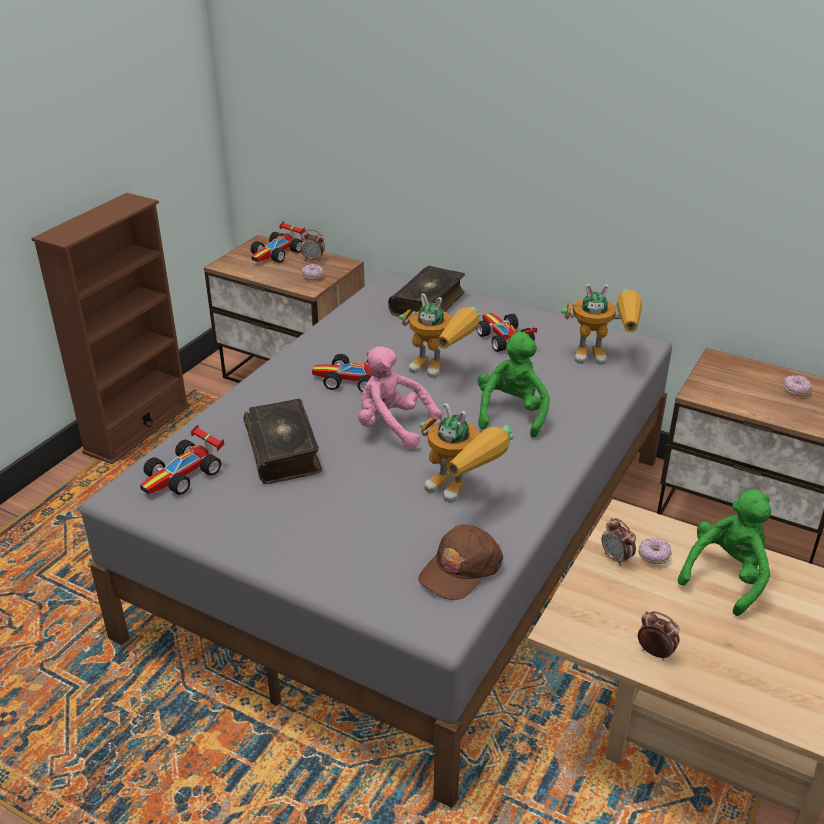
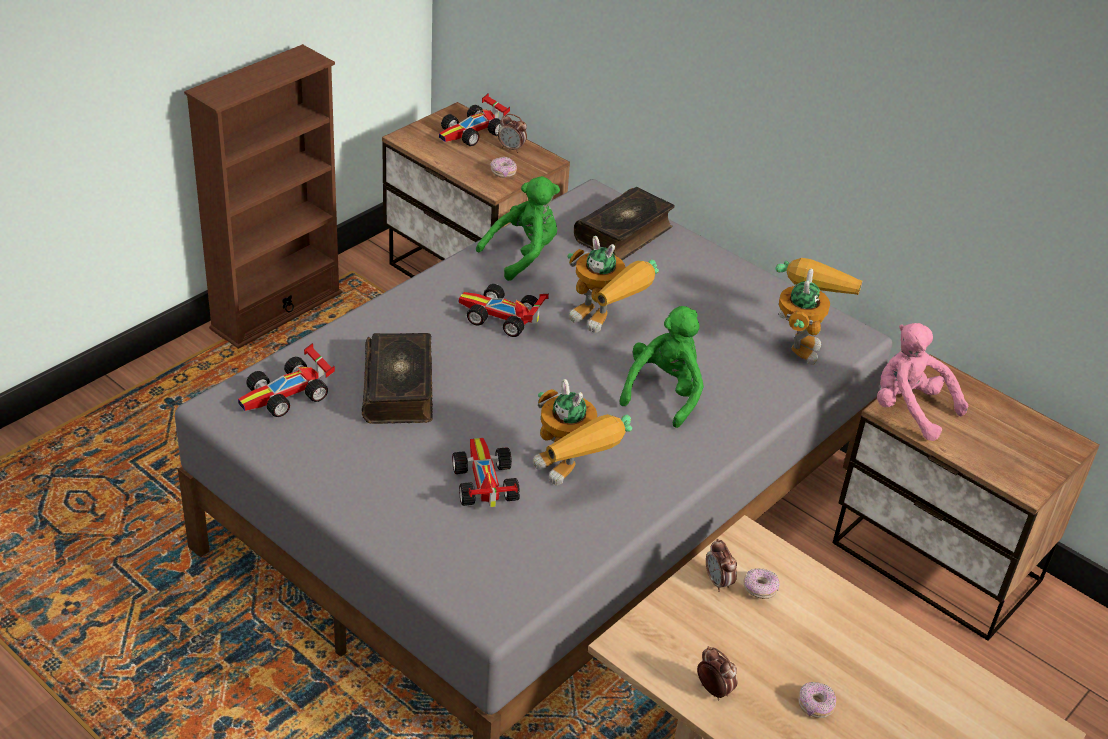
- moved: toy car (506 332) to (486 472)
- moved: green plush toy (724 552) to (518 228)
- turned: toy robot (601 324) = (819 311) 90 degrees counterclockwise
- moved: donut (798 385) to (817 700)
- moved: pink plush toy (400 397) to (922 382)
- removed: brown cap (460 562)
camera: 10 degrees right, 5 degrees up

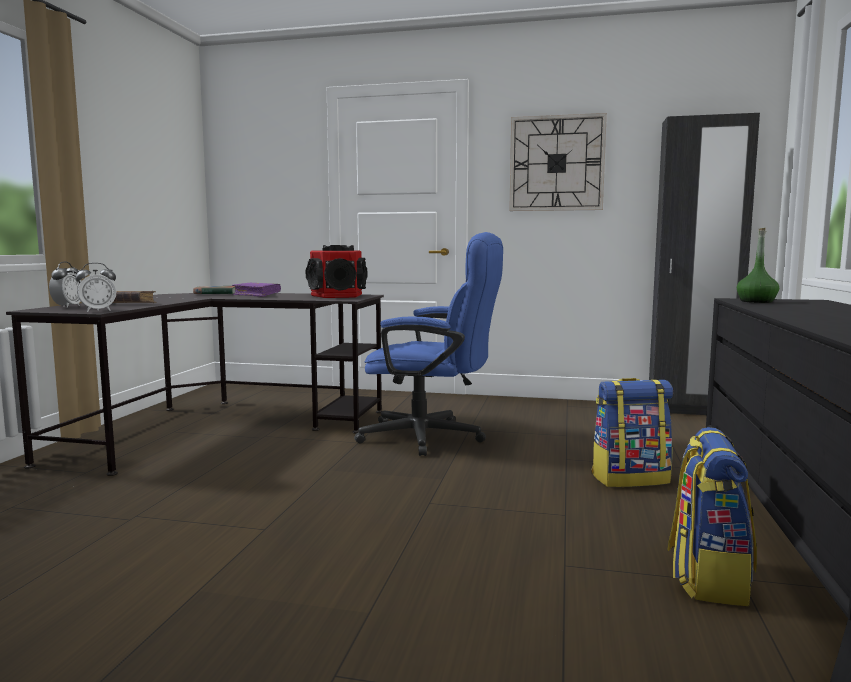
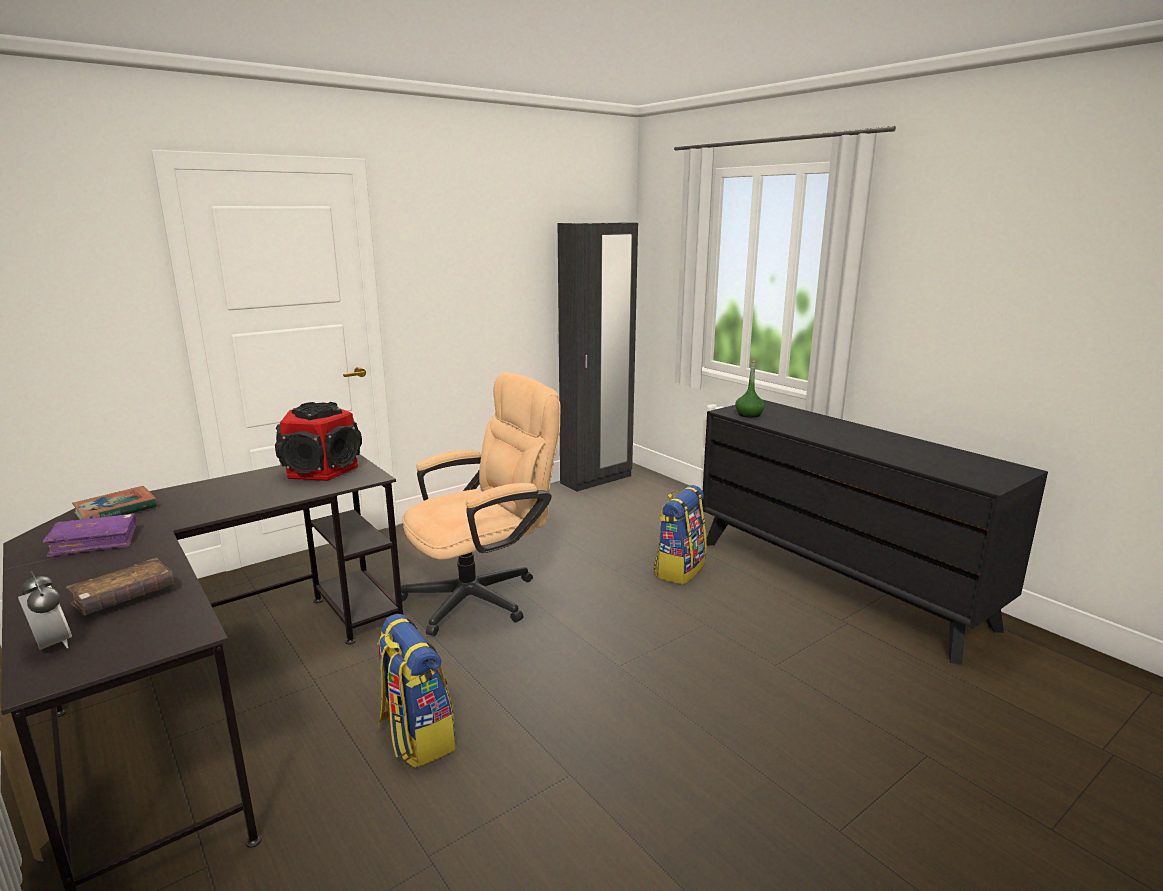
- moved: purple book (256 290) to (90 535)
- moved: backpack (712 516) to (416 691)
- recoloured: blue office chair (428 344) to beige office chair (480 504)
- removed: alarm clock (95 287)
- removed: wall clock (558 162)
camera: 50 degrees left, 10 degrees up

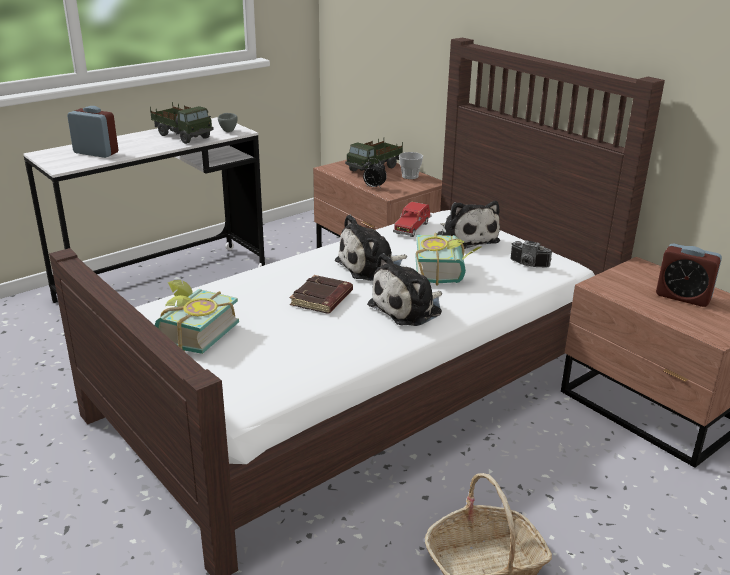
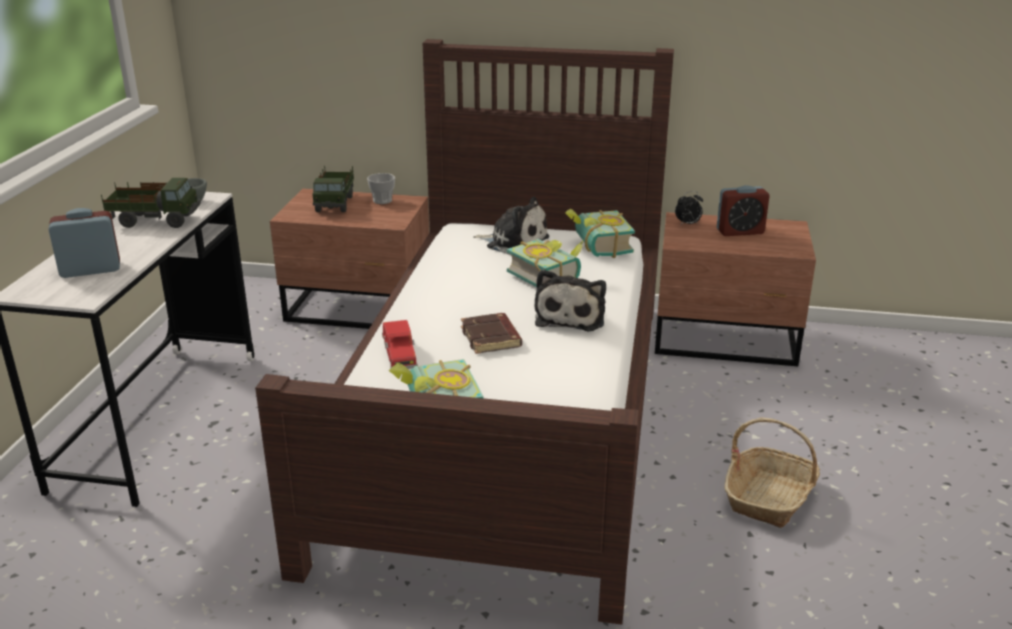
- moved: red toy car (412 219) to (400 344)
- replaced: photo camera (531 254) to book (600 233)
- moved: alarm clock (375 173) to (689 208)
- removed: plush toy (371 248)
camera: 40 degrees left, 0 degrees up

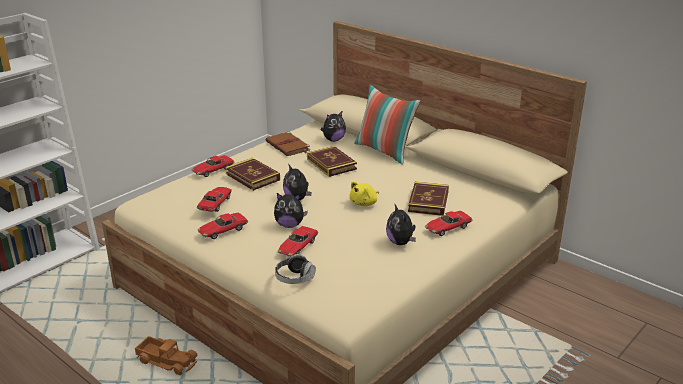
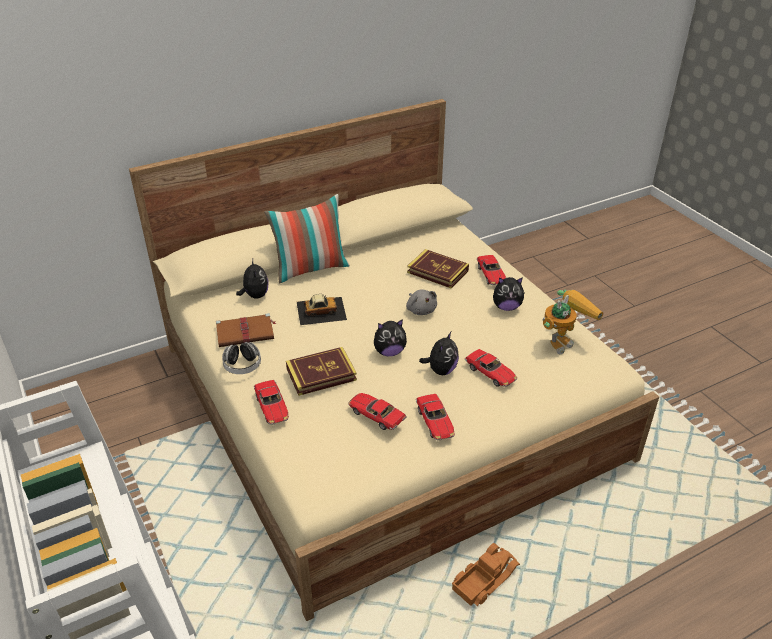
- moved: headphones (295 269) to (241 358)
- replaced: book (332 161) to toy car (322 309)
- recoloured: yellow plush toy (364 194) to grey plush toy (421 302)
- added: toy robot (572 321)
camera: 70 degrees left, 10 degrees up

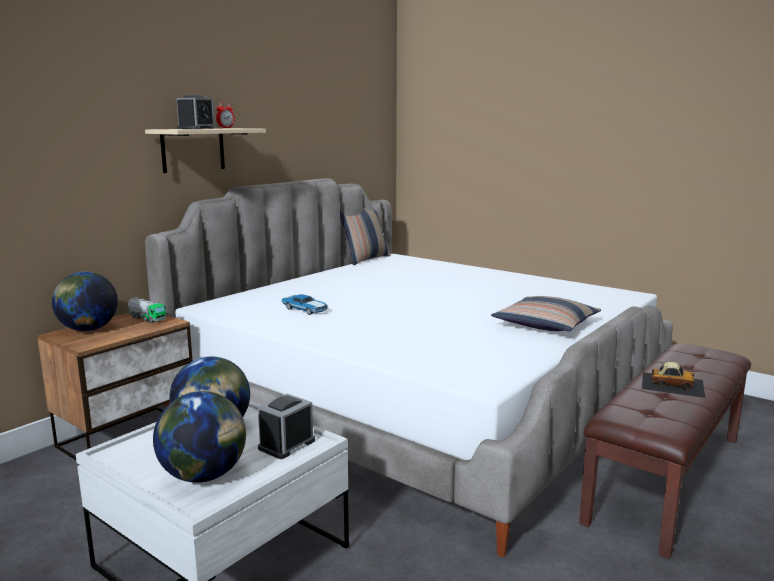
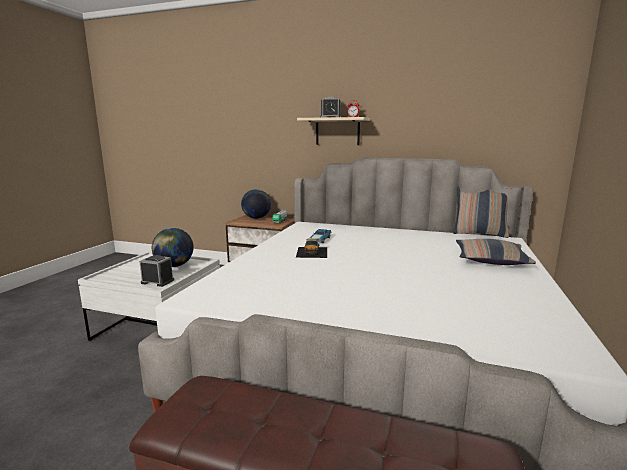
- moved: toy car (673 380) to (311 248)
- moved: pillow (546 314) to (496 252)
- removed: globe (199 437)
camera: 70 degrees right, 0 degrees up

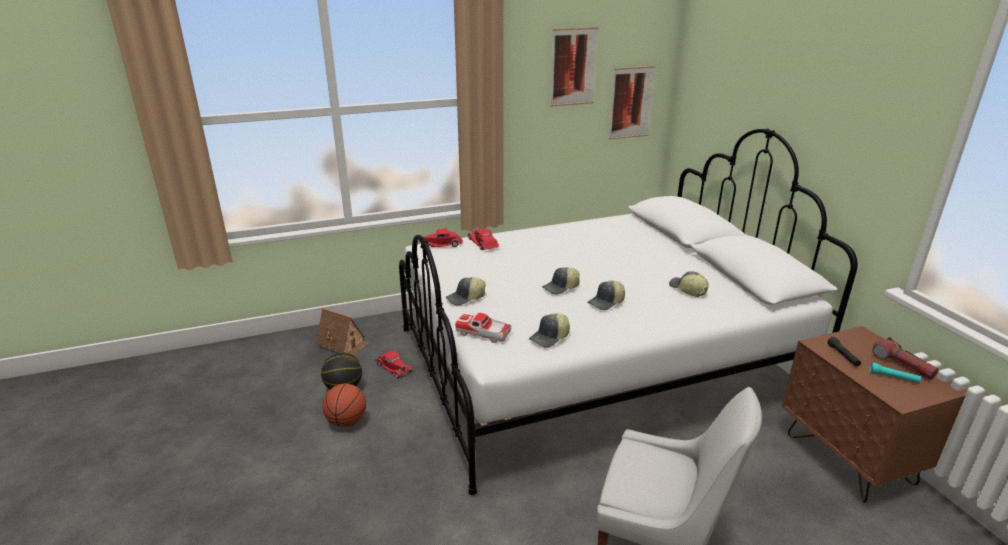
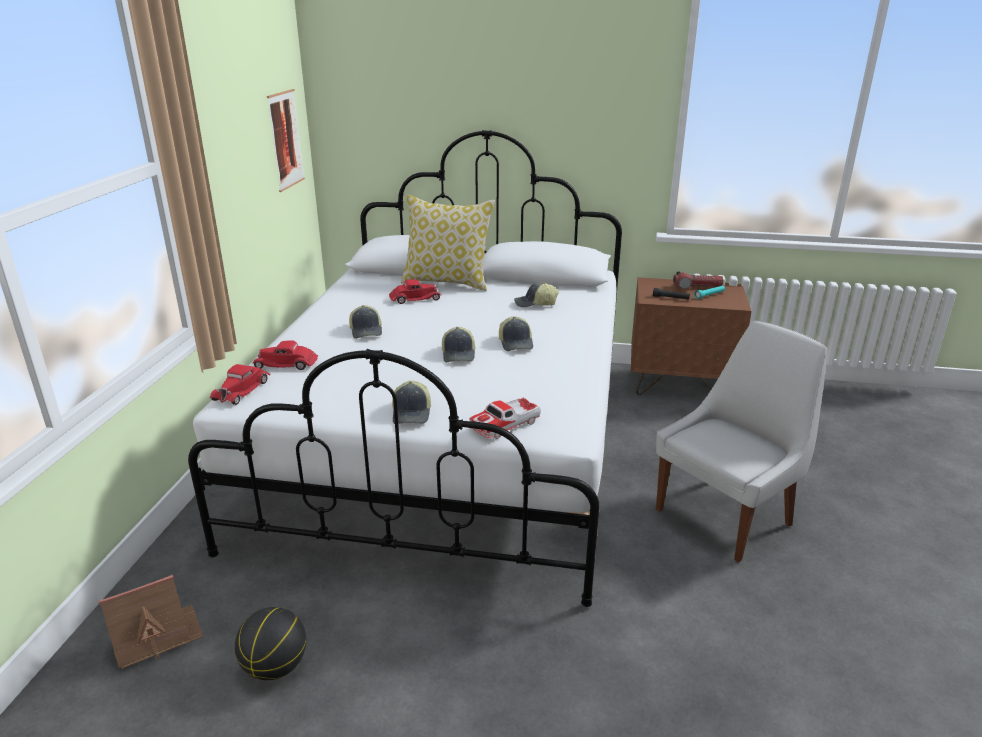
- moved: cap (549 330) to (365 322)
- moved: red toy car (394 364) to (415 291)
- added: pillow (448 243)
- removed: basketball (344 405)
- removed: picture (574 67)
camera: 60 degrees left, 0 degrees up

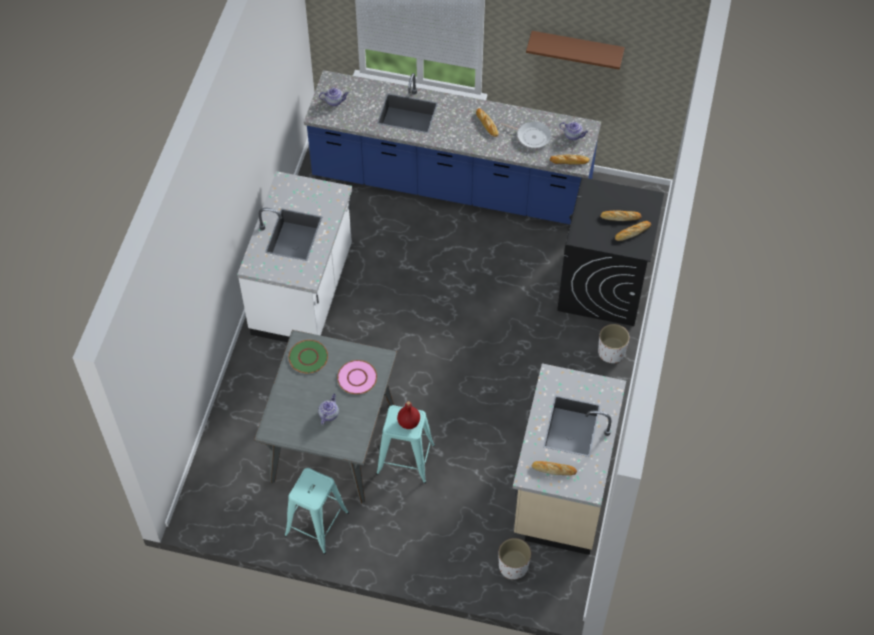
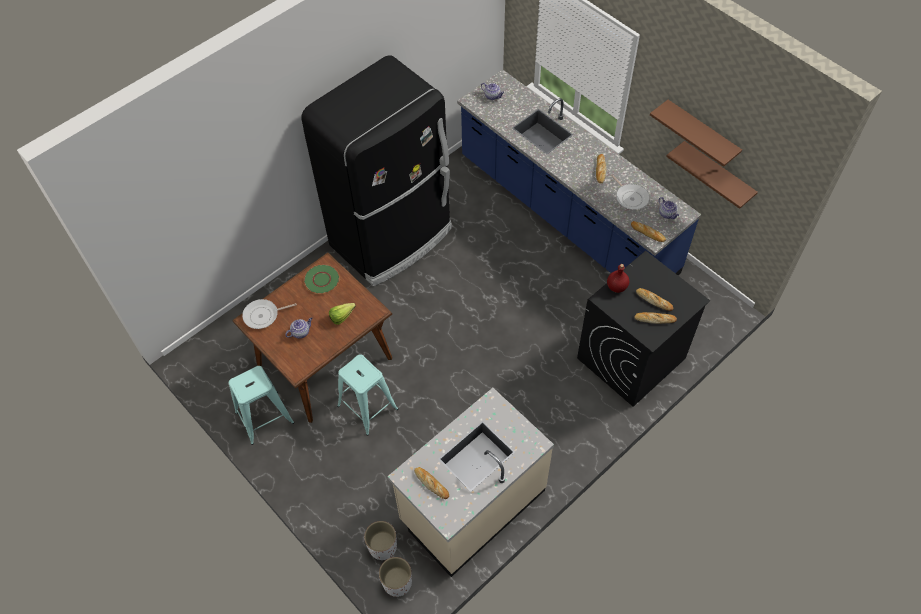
- recoloured: grey dining table (325 416) to brown dining table (312 338)
- added: frying pan (269 314)
- replaced: white counter (295 256) to black fridge (376 170)
- replaced: pink plate (357 377) to lettuce (342 314)
- moved: white planter (613 343) to (395 577)
- moved: red bottle (408 415) to (618 278)
- added: brown shelf (712 175)
camera: 35 degrees right, 0 degrees up

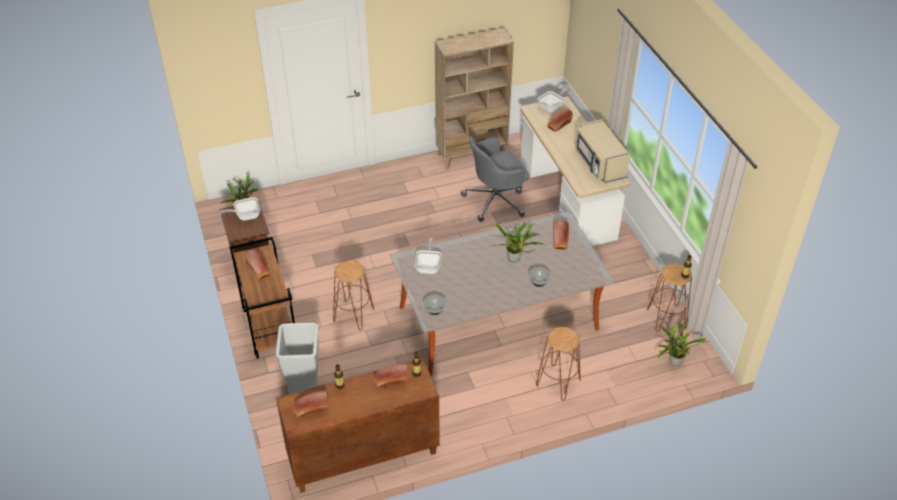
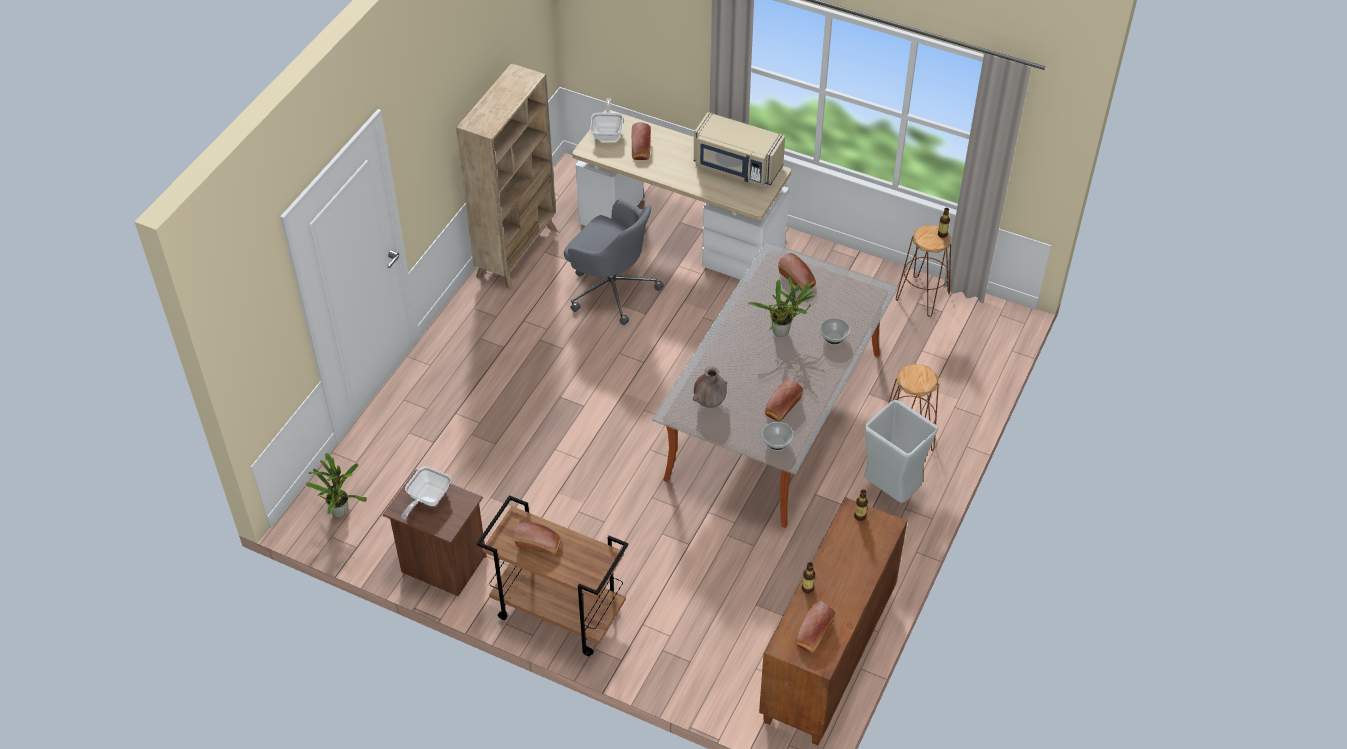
- turned: grey office chair (495 179) = (614 262) 75 degrees counterclockwise
- replaced: frying pan (428 256) to brown vase (710 387)
- moved: bread (391 376) to (784 400)
- moved: grey trash can (297 358) to (901 451)
- removed: brown stool (353 295)
- removed: potted plant (681 345)
camera: 45 degrees left, 5 degrees up

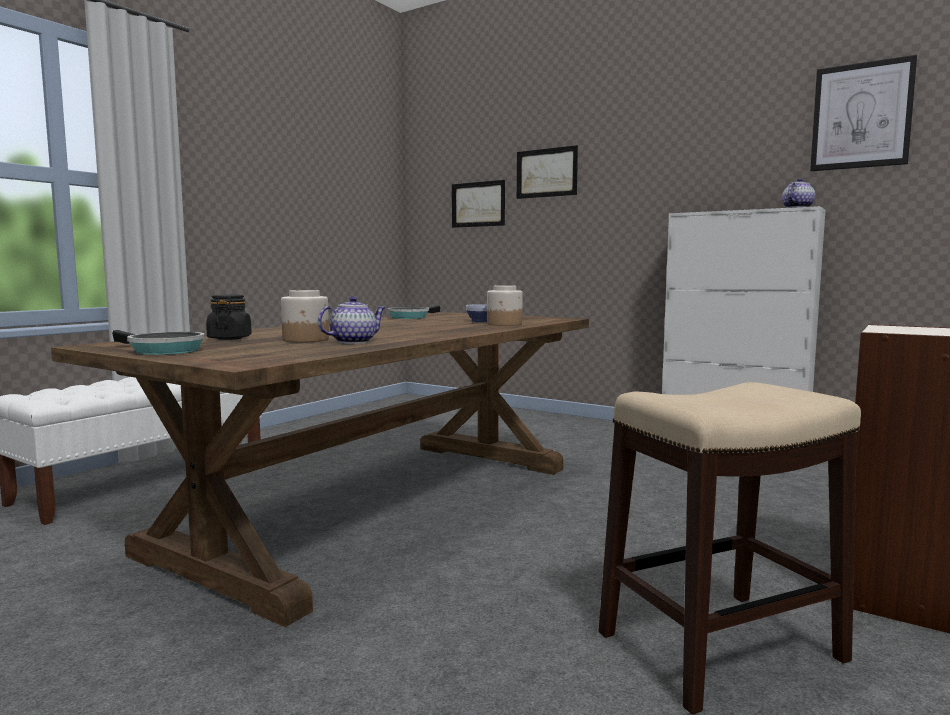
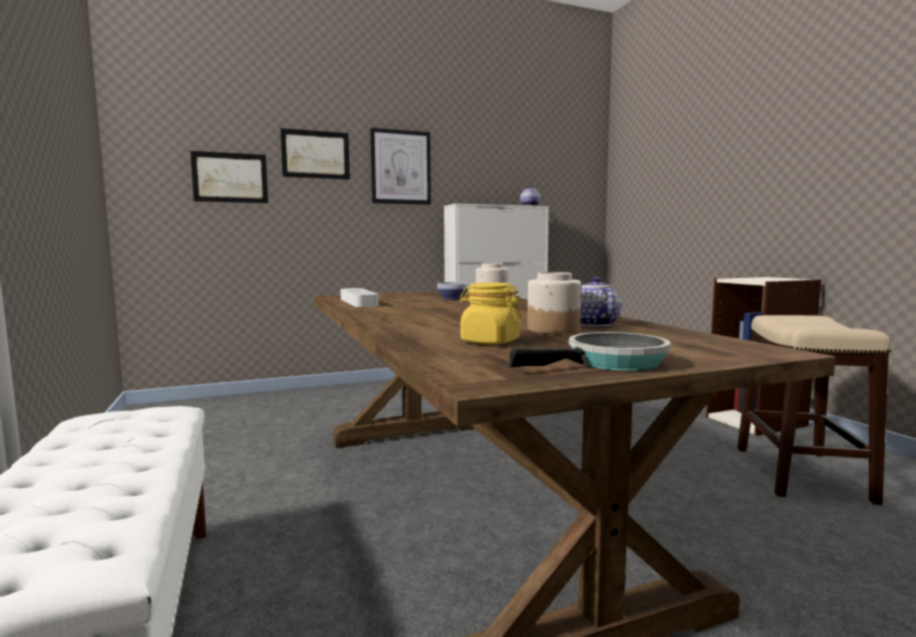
- replaced: frying pan (413 312) to grey tray (359 297)
- moved: picture (863 113) to (400 166)
- recoloured: black jar (229 317) to yellow jar (490 314)
camera: 55 degrees left, 0 degrees up

